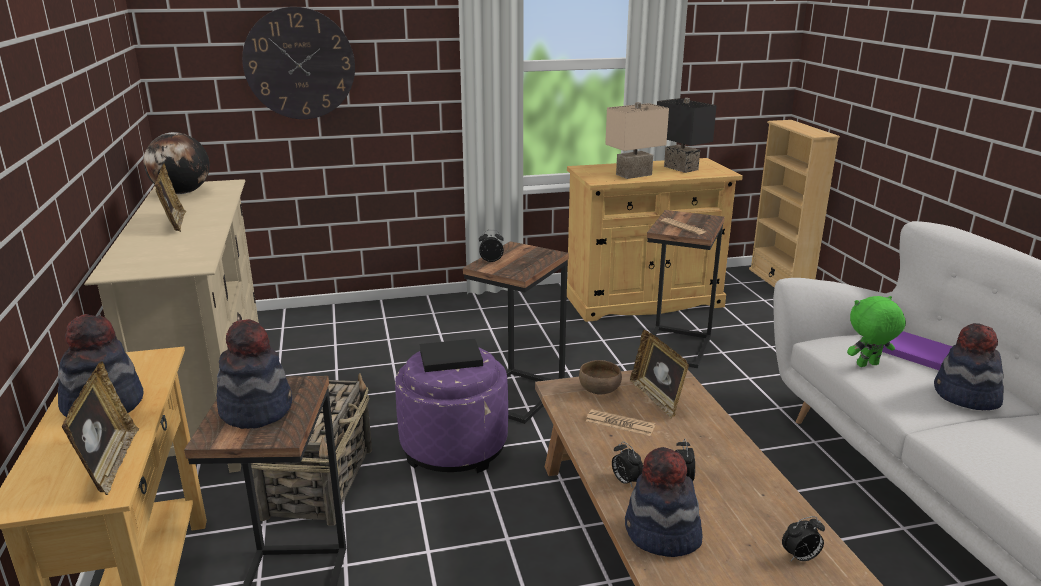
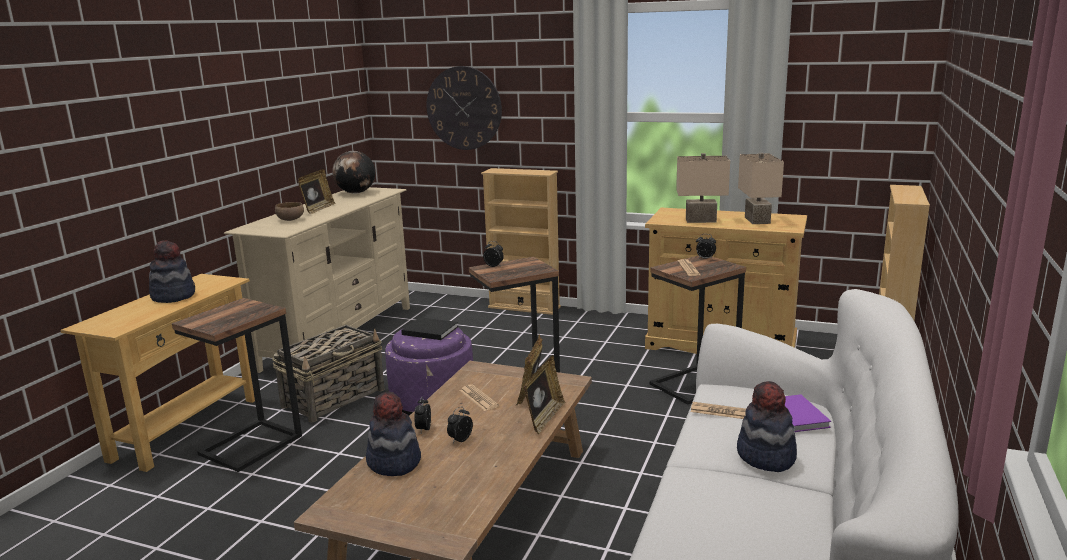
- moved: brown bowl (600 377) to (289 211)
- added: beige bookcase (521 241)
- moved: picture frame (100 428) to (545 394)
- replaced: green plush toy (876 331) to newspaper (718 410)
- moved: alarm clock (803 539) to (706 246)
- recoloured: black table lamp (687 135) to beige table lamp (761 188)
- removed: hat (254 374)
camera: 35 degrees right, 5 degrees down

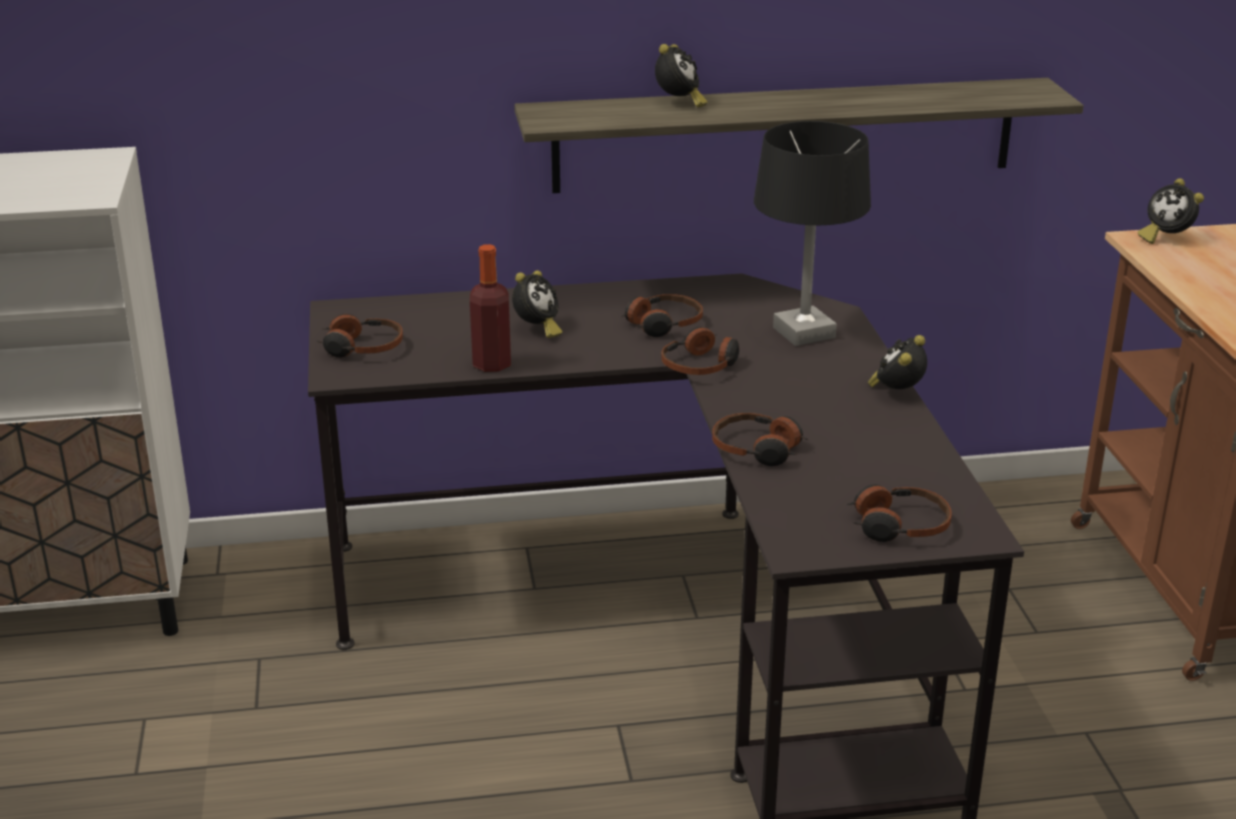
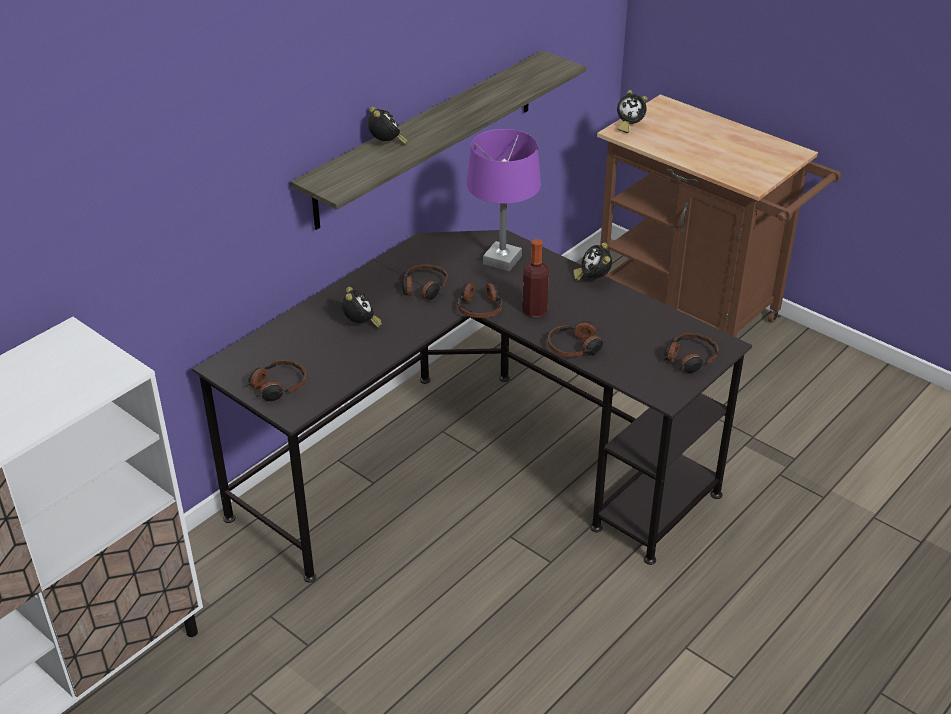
- recoloured: black table lamp (812 233) to purple table lamp (503 200)
- moved: bottle (490 308) to (535 278)
camera: 40 degrees left, 10 degrees up

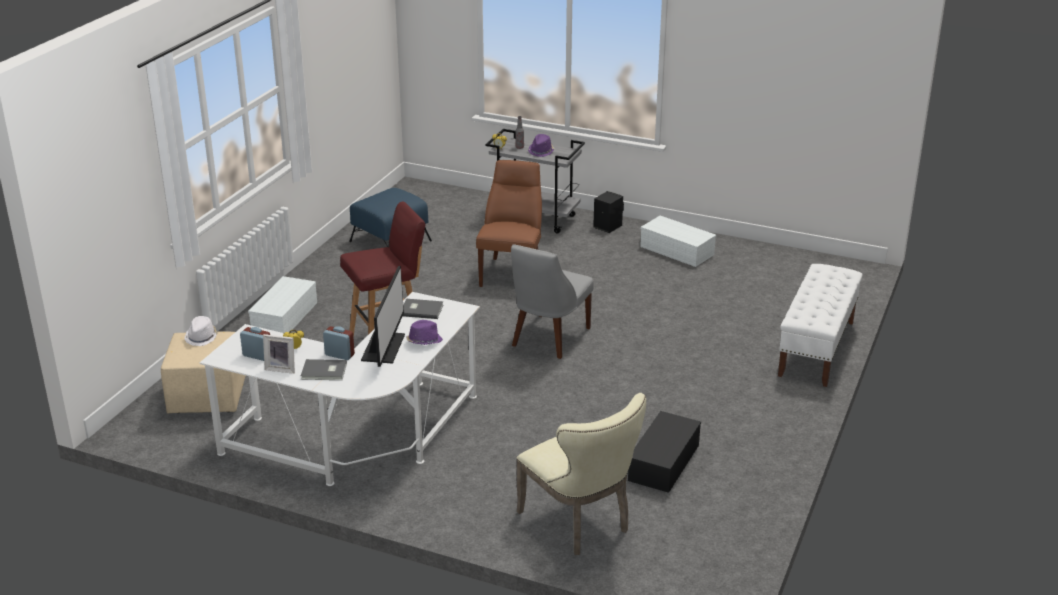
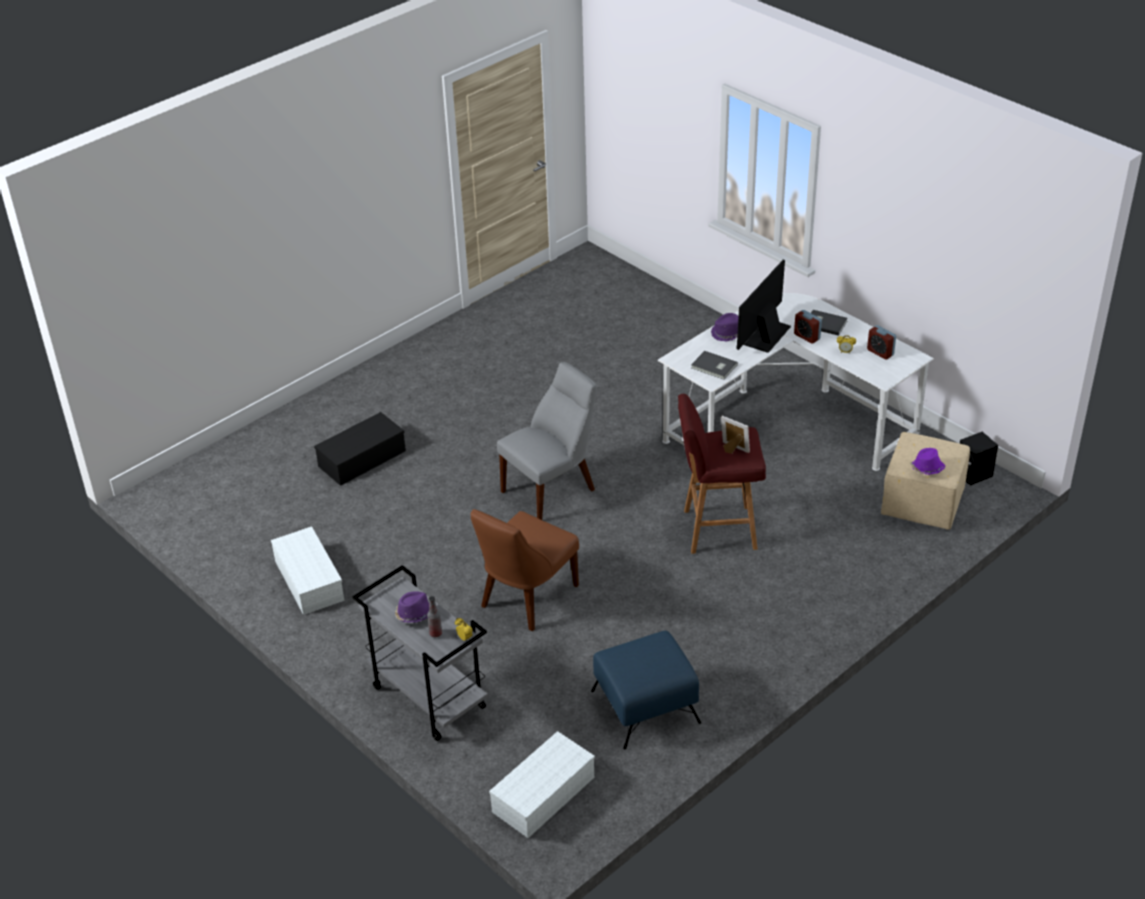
- moved: black storage box (664 452) to (360 449)
- moved: white storage box (282 304) to (542 784)
- moved: picture frame (279 354) to (735 435)
- recoloured: white hat (201 331) to purple hat (927 461)
- moved: black speaker (608 212) to (979 458)
- removed: beige chair (581 474)
- removed: white bench (820 325)
camera: 155 degrees left, 10 degrees up

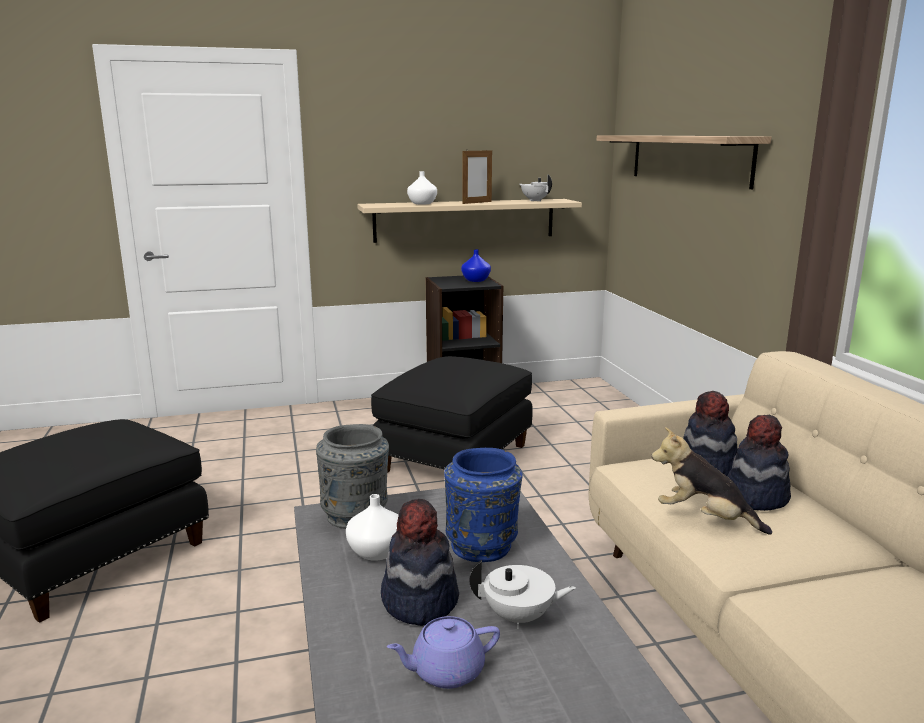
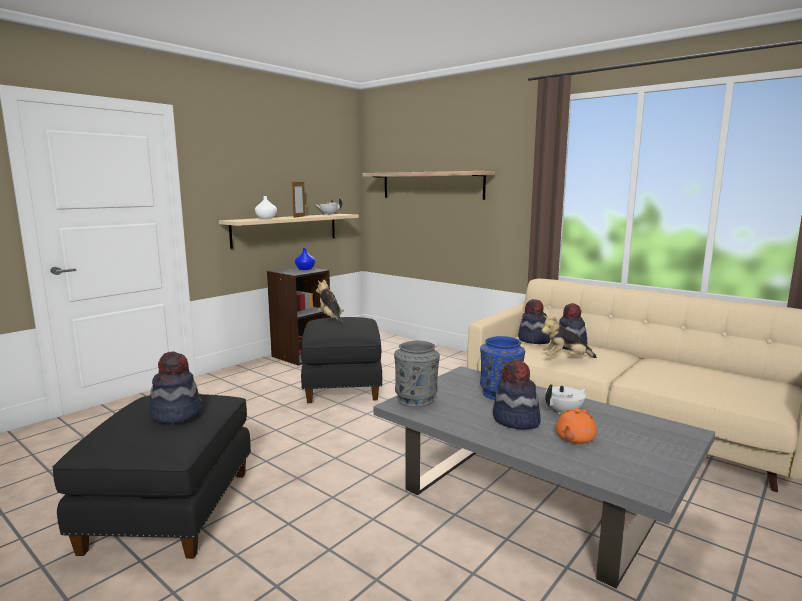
- added: hat (175 387)
- added: plush toy (330 301)
- recoloured: purple teapot (443 652) to orange teapot (576 426)
- removed: white vase (372 527)
camera: 35 degrees left, 5 degrees down

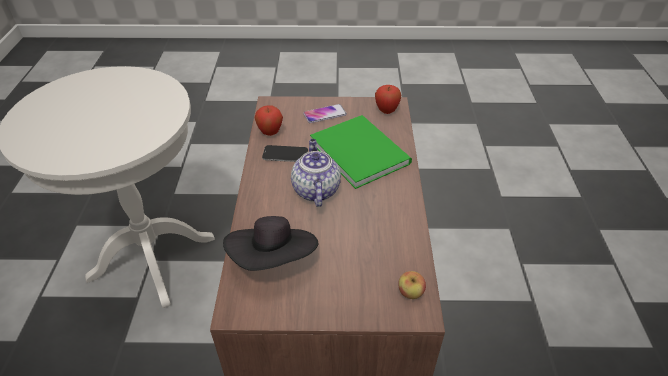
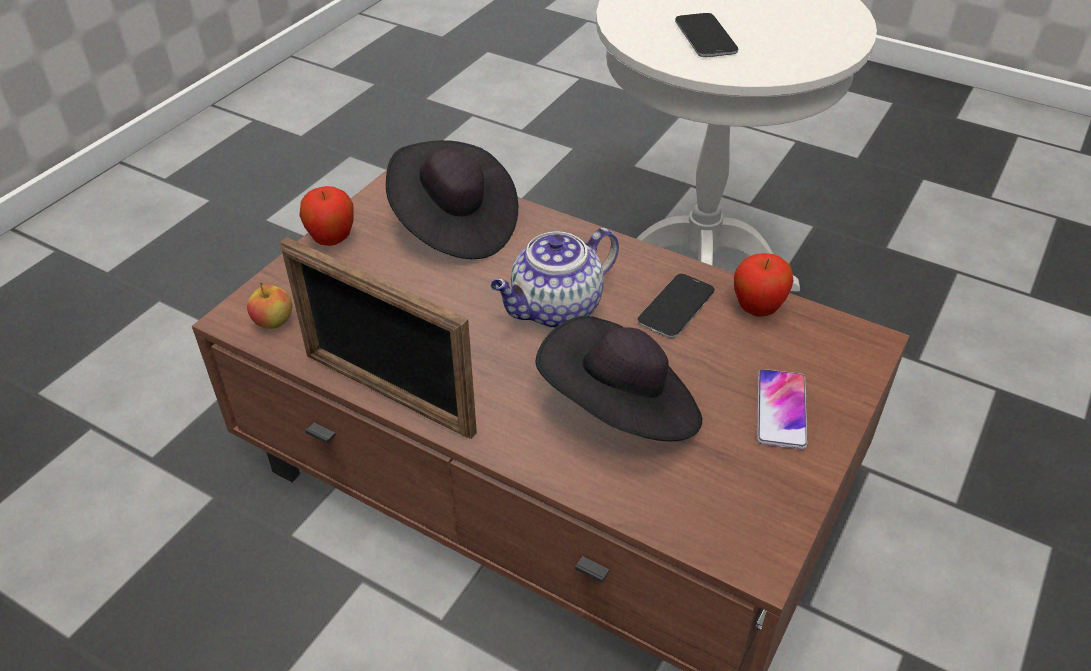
- added: picture frame (378 338)
- moved: apple (388 99) to (326 216)
- turned: teapot (316 173) = (554 278) 120 degrees clockwise
- replaced: green book (361 152) to black hat (618 378)
- added: phone (706 35)
camera: 120 degrees right, 0 degrees up

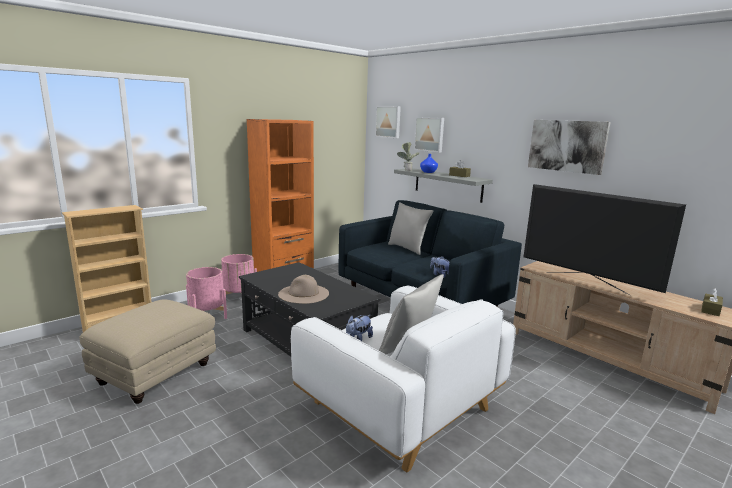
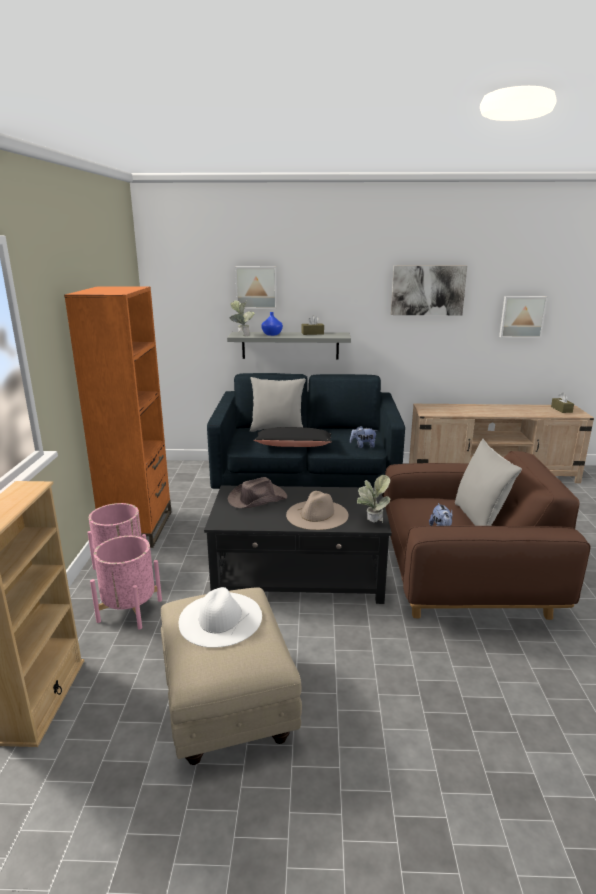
- added: white hat (220 617)
- added: brown hat (257 492)
- added: black pillow (292 437)
- added: potted plant (374 499)
- recoloured: white armchair (403 378) to brown armchair (487 535)
- moved: picture (388 122) to (523 317)
- removed: television (604 240)
camera: 45 degrees left, 5 degrees up

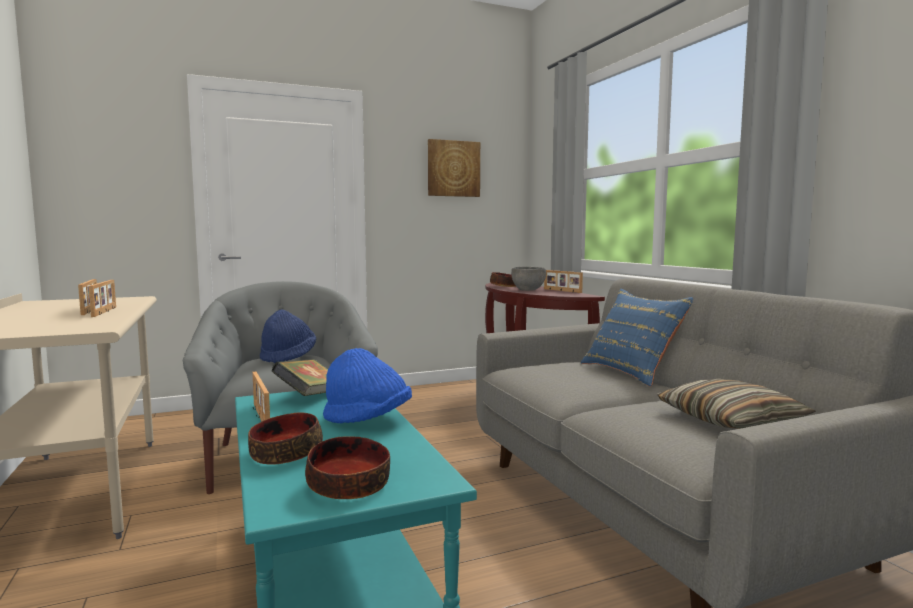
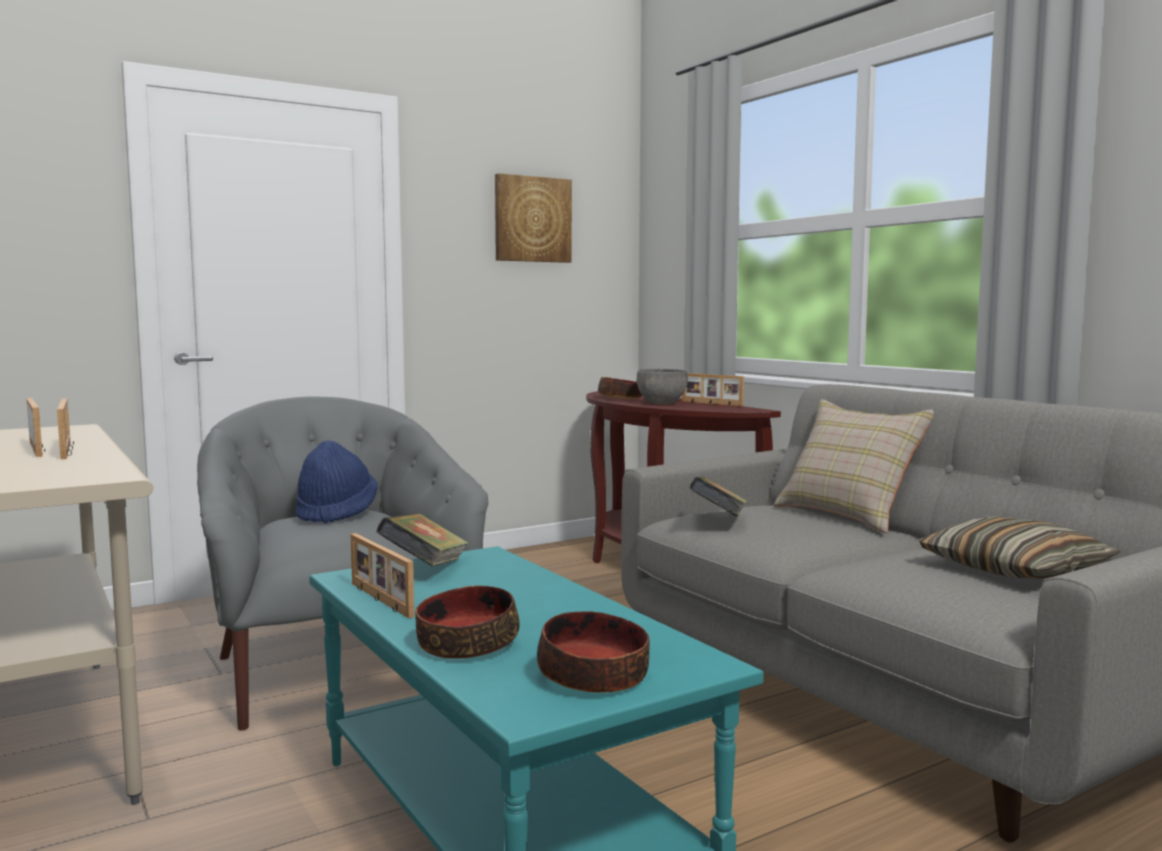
- added: book (718 496)
- recoloured: blue pillow (637 338) to beige pillow (853 466)
- removed: blue hat (367 385)
camera: 10 degrees left, 0 degrees up

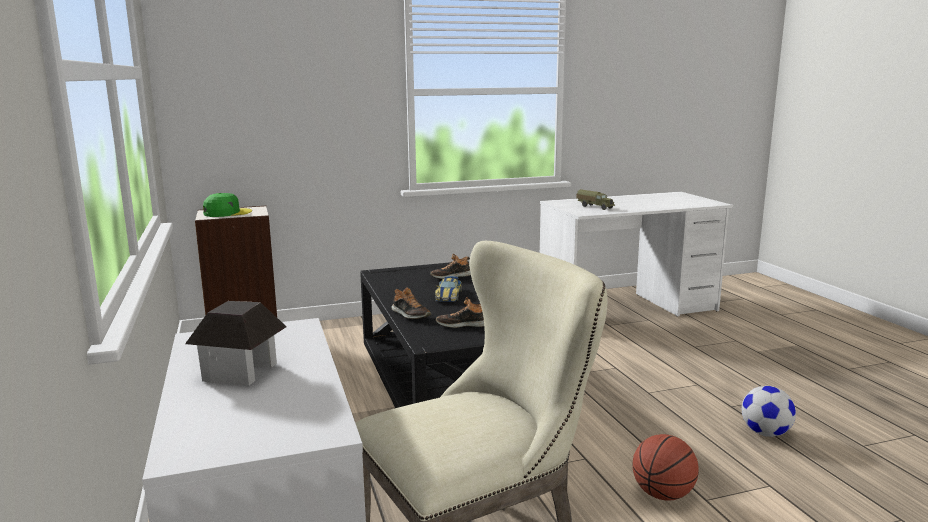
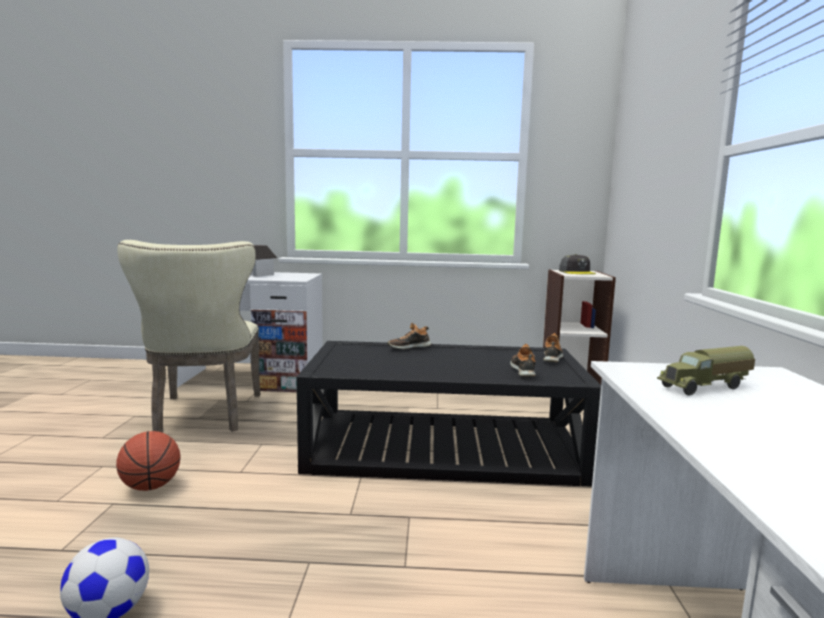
- moved: shoe (460 312) to (553 347)
- recoloured: green cap (227 205) to grey cap (577 264)
- removed: toy car (448 289)
camera: 110 degrees right, 5 degrees down

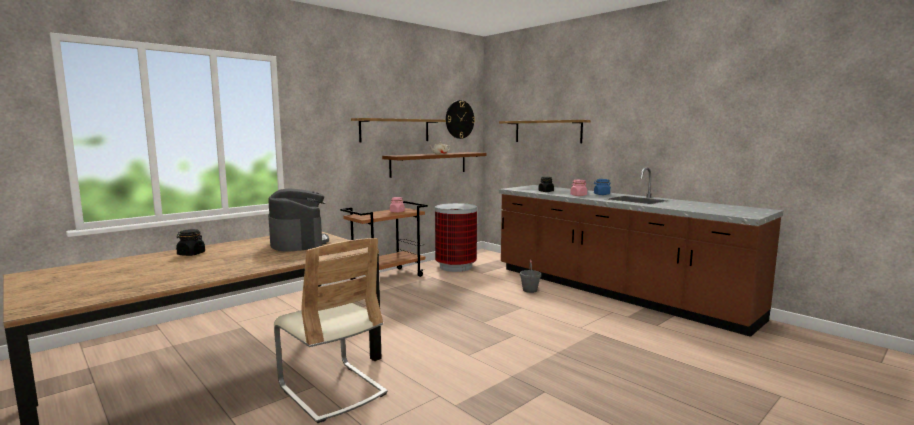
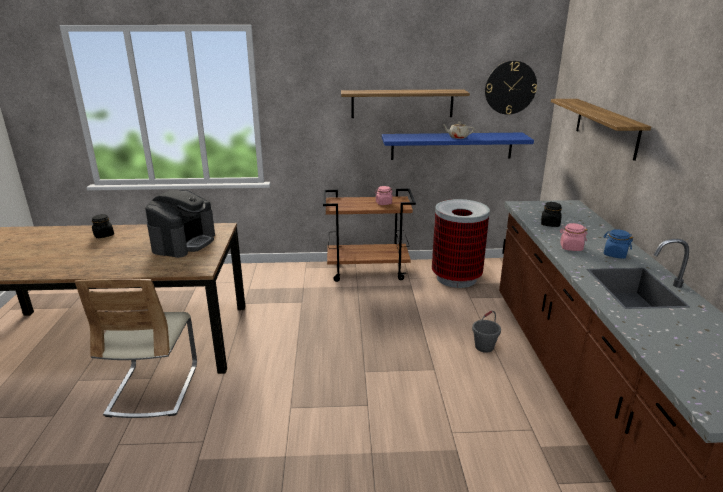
- recoloured: brown shelf (434 165) to blue shelf (458 146)
camera: 40 degrees right, 15 degrees up

